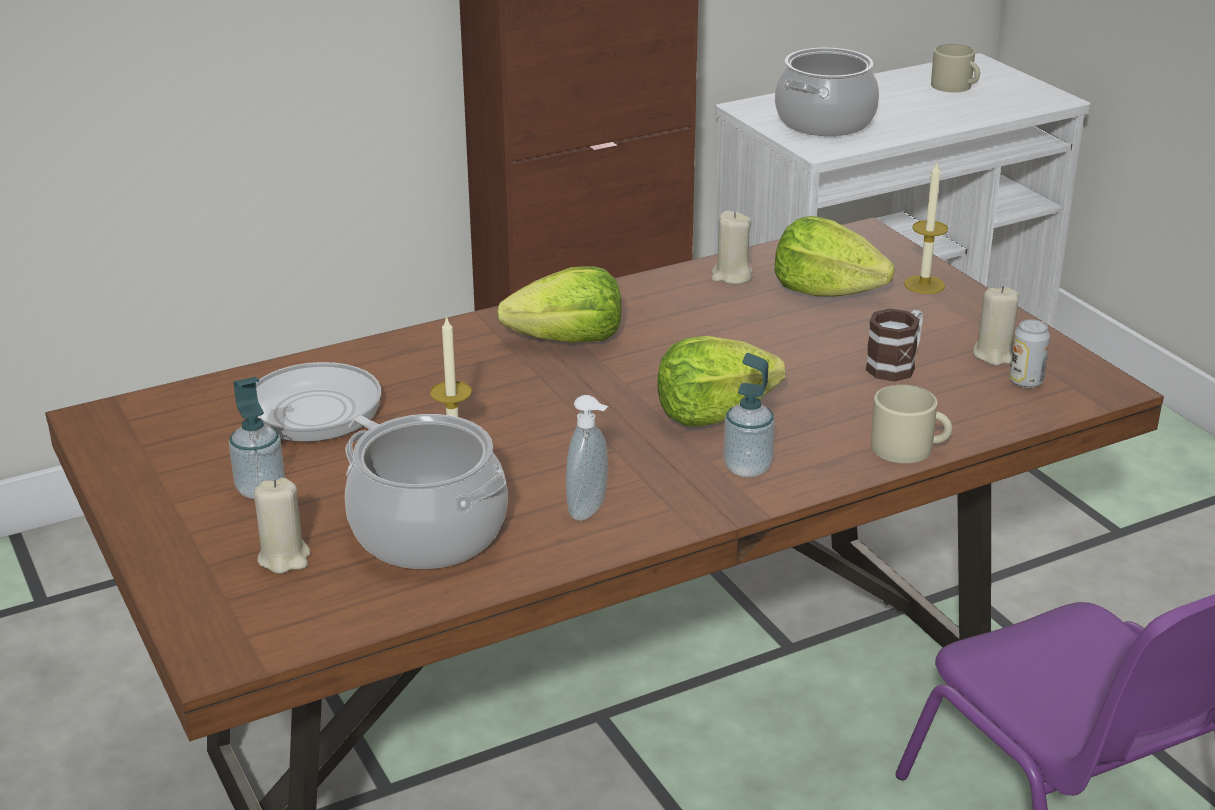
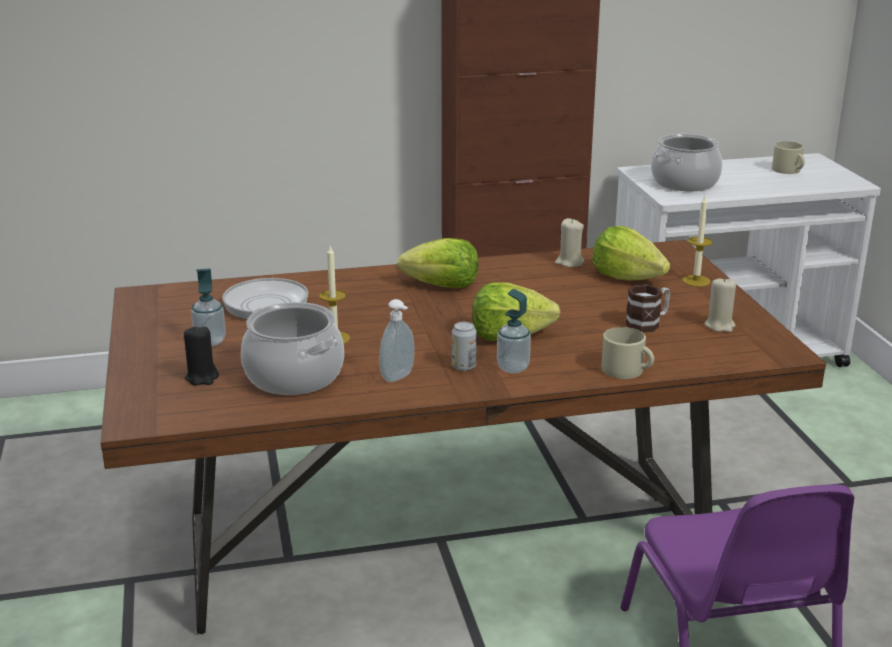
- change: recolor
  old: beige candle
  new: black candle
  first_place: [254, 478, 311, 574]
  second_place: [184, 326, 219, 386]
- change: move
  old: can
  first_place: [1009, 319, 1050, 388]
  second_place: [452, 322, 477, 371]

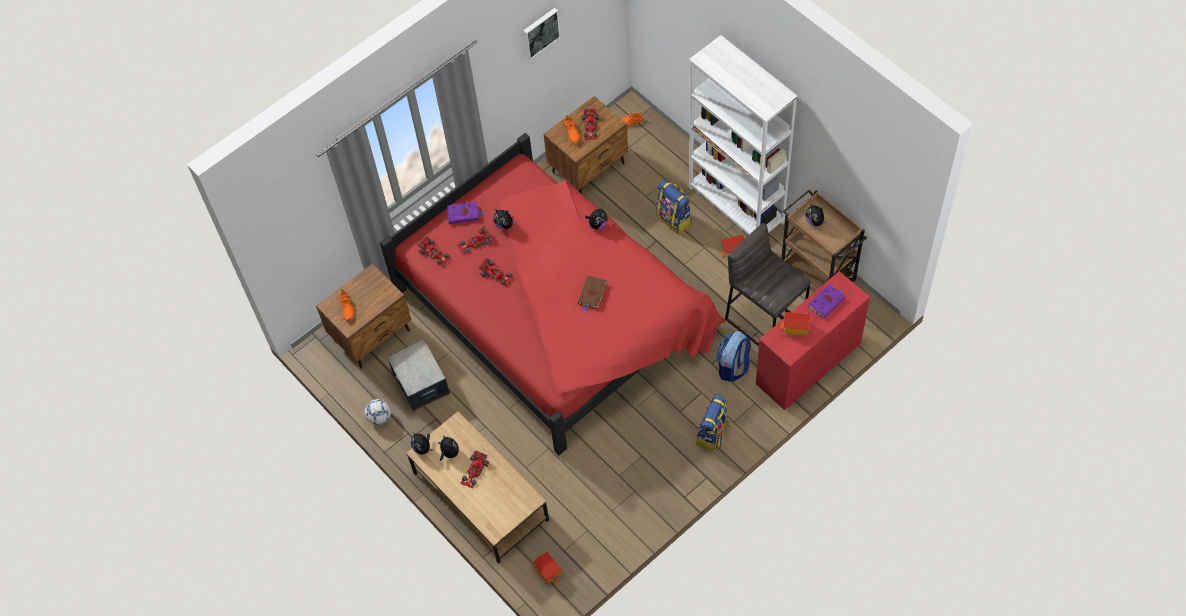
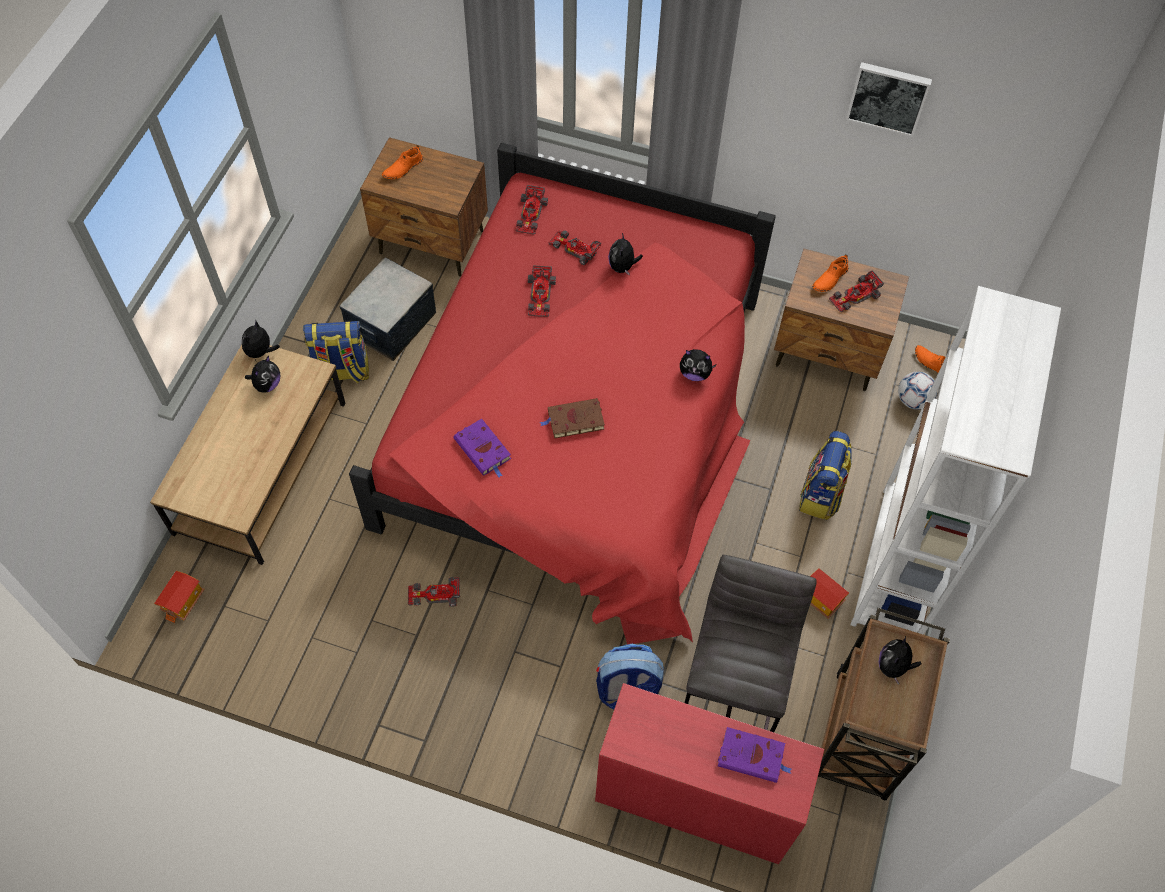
- change: move
  old: backpack
  first_place: [696, 394, 730, 452]
  second_place: [303, 321, 369, 383]
- change: move
  old: toy car
  first_place: [461, 450, 489, 488]
  second_place: [408, 577, 460, 607]
- change: move
  old: purple book
  first_place: [447, 202, 485, 224]
  second_place: [453, 419, 511, 477]
- change: move
  old: football
  first_place: [365, 399, 391, 425]
  second_place: [898, 372, 937, 410]
- change: delete
  old: toy house
  first_place: [780, 312, 810, 336]

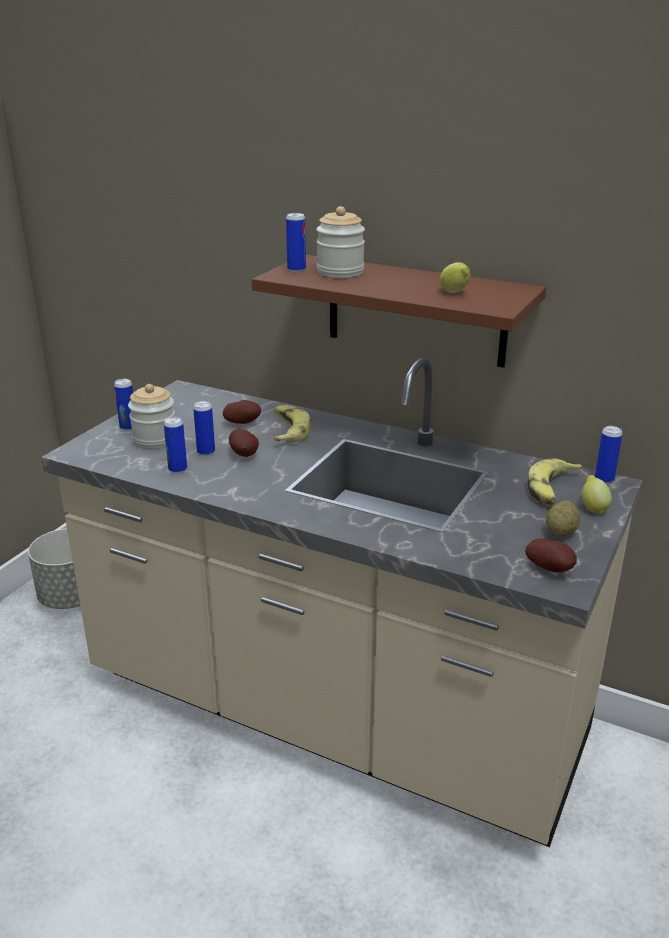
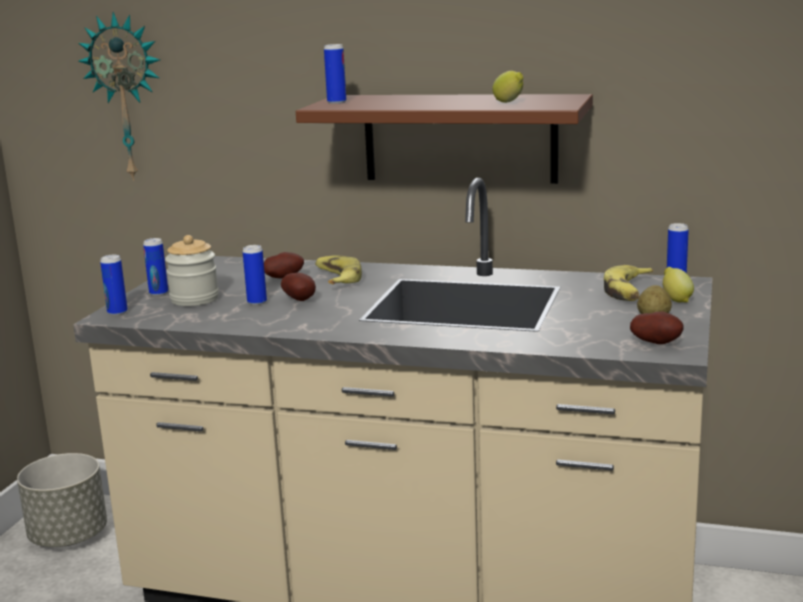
- change: insert
  new: wall clock
  second_place: [78, 12, 160, 181]
- change: move
  old: can
  first_place: [164, 417, 187, 473]
  second_place: [100, 255, 128, 316]
- change: delete
  old: jar
  first_place: [316, 206, 365, 278]

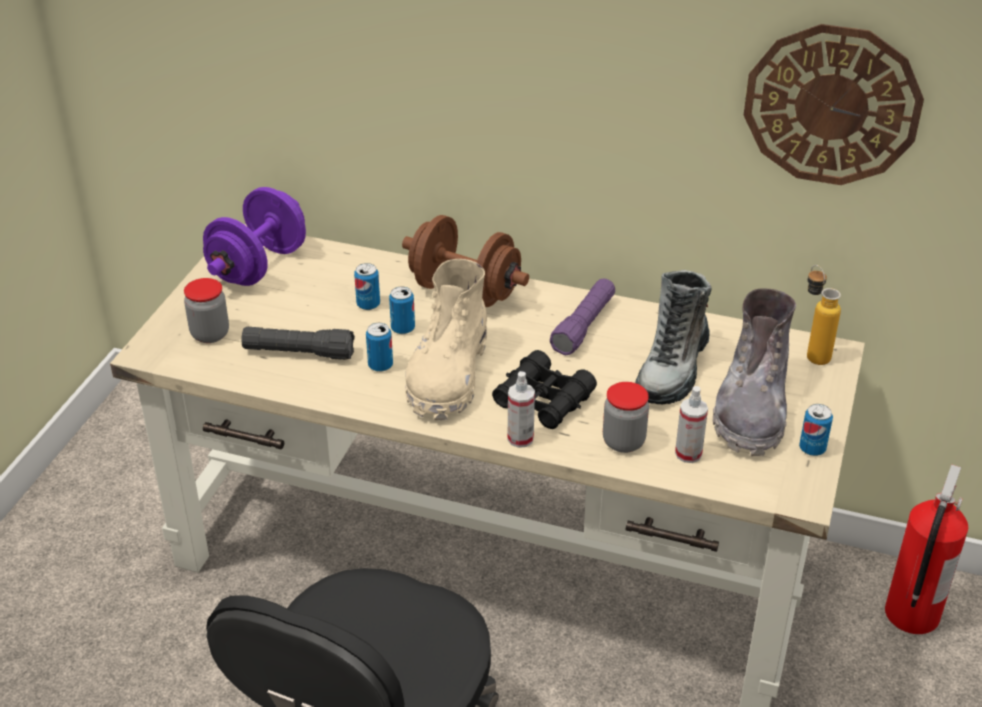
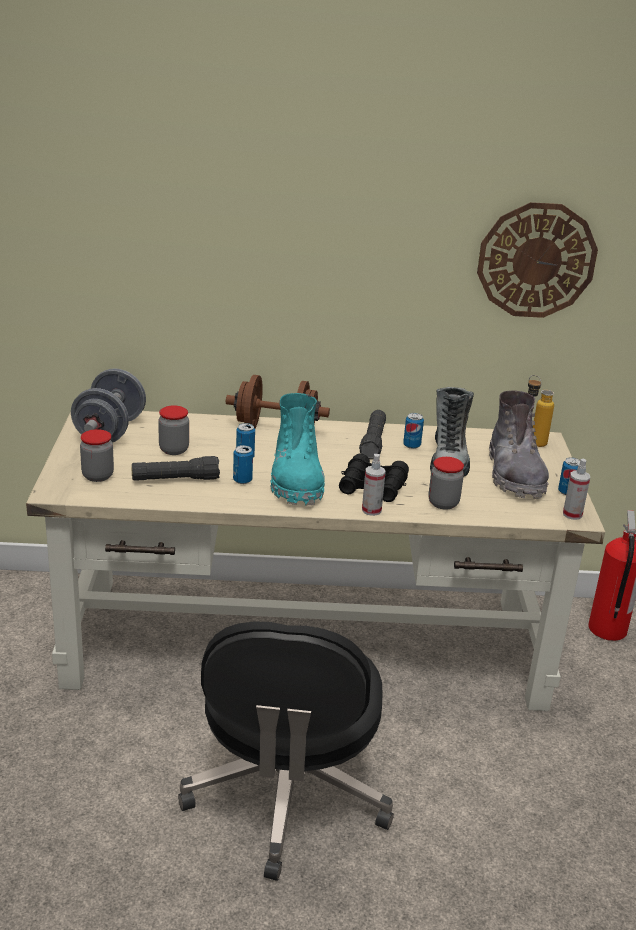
- change: recolor
  old: purple dumbbell
  new: grey dumbbell
  first_place: [203, 187, 306, 286]
  second_place: [71, 368, 146, 443]
- change: insert
  new: jar
  second_place: [158, 405, 189, 455]
- change: recolor
  old: beige boot
  new: turquoise boot
  first_place: [405, 259, 487, 420]
  second_place: [270, 393, 325, 506]
- change: recolor
  old: purple flashlight
  new: black flashlight
  first_place: [550, 279, 615, 355]
  second_place: [359, 410, 386, 460]
- change: move
  old: can
  first_place: [354, 263, 380, 310]
  second_place: [403, 413, 424, 449]
- change: move
  old: spray bottle
  first_place: [675, 386, 708, 463]
  second_place: [563, 459, 590, 520]

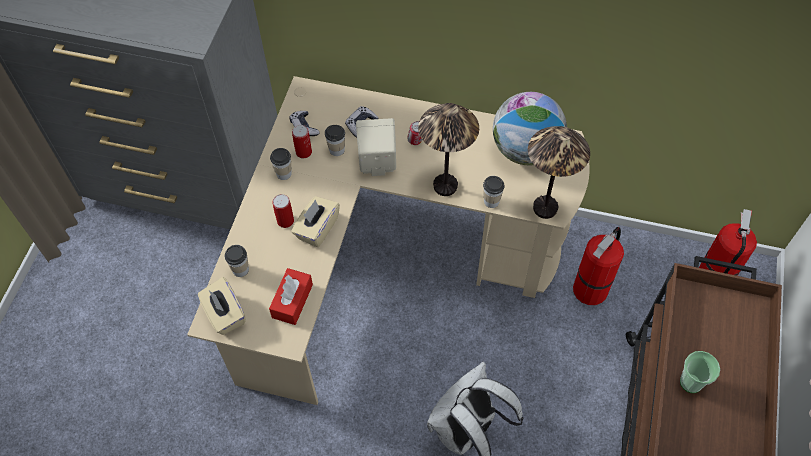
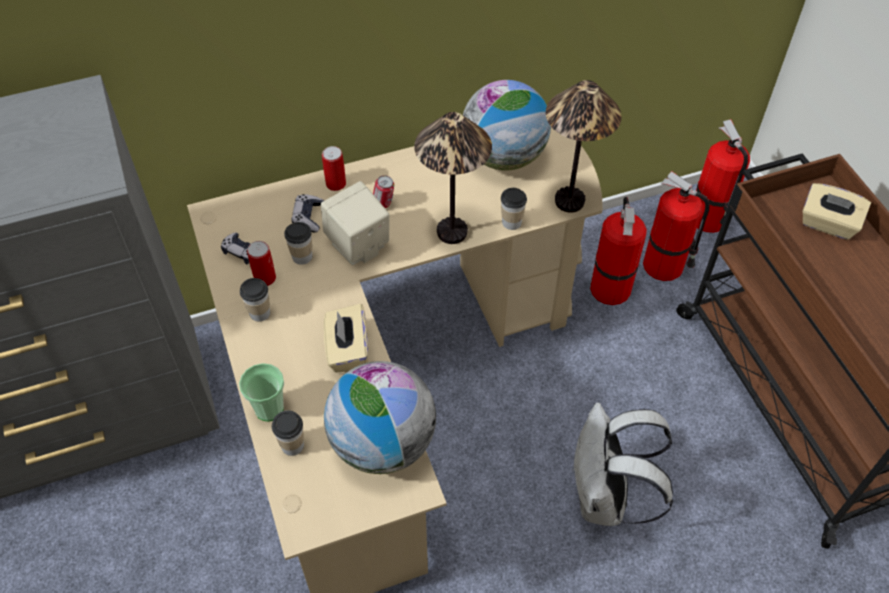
- change: move
  old: cup
  first_place: [680, 351, 720, 393]
  second_place: [239, 363, 284, 422]
- change: move
  old: can
  first_place: [272, 194, 294, 228]
  second_place: [322, 146, 346, 191]
- change: replace
  old: red tissue box
  new: globe
  first_place: [269, 268, 313, 325]
  second_place: [324, 361, 436, 474]
- change: insert
  new: fire extinguisher
  second_place: [643, 171, 709, 281]
- change: move
  old: beige tissue box
  first_place: [198, 277, 246, 335]
  second_place: [803, 183, 871, 240]

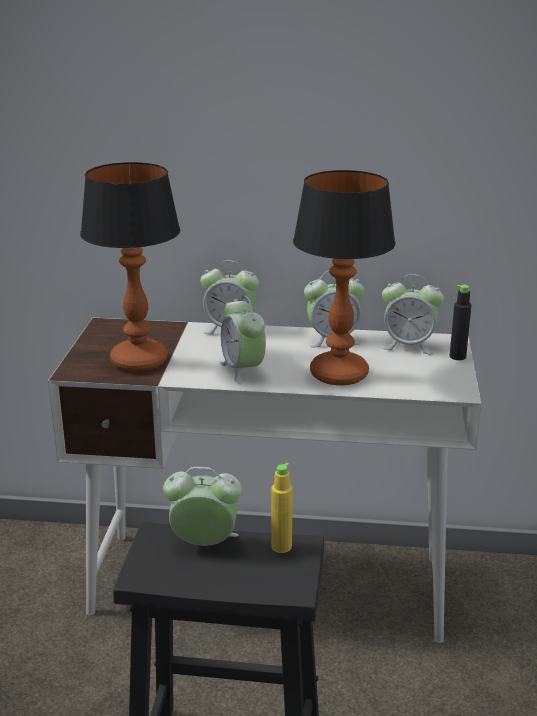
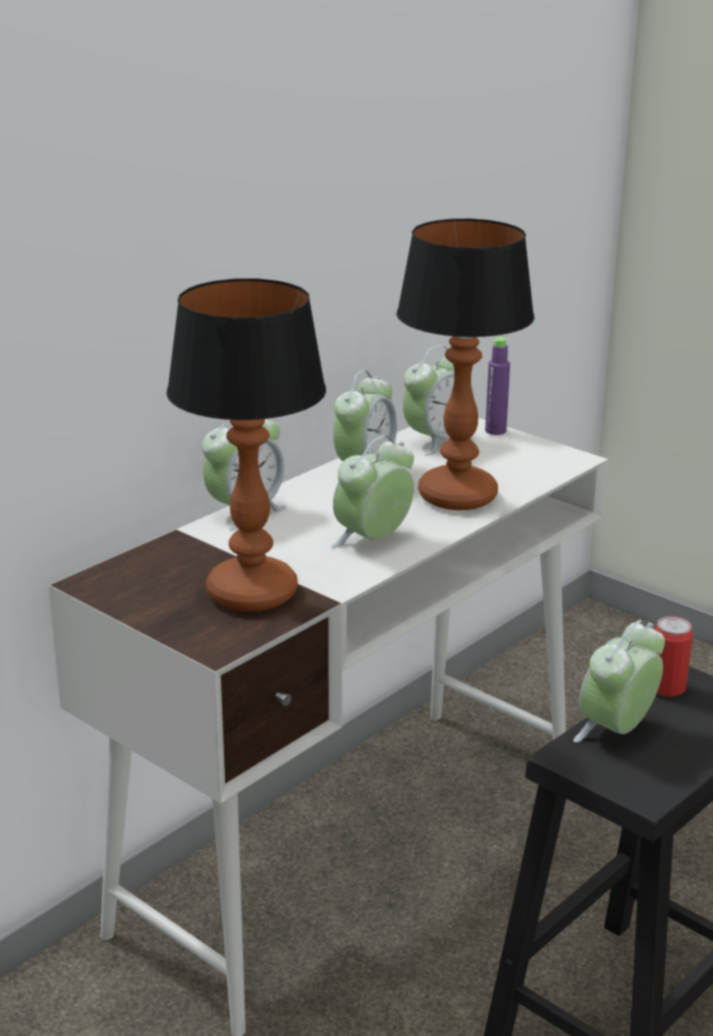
- change: rotate
  old: alarm clock
  first_place: [220, 295, 266, 384]
  second_place: [331, 435, 414, 548]
  degrees: 120
- change: recolor
  old: black bottle
  new: purple bottle
  first_place: [450, 285, 471, 360]
  second_place: [485, 337, 510, 435]
- change: replace
  old: yellow bottle
  new: can
  first_place: [271, 463, 293, 553]
  second_place: [654, 616, 693, 697]

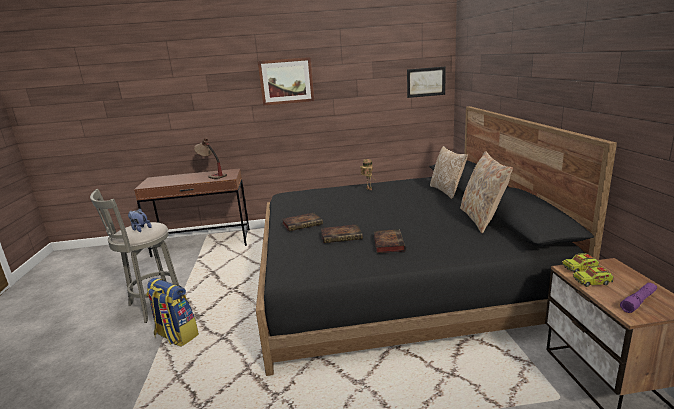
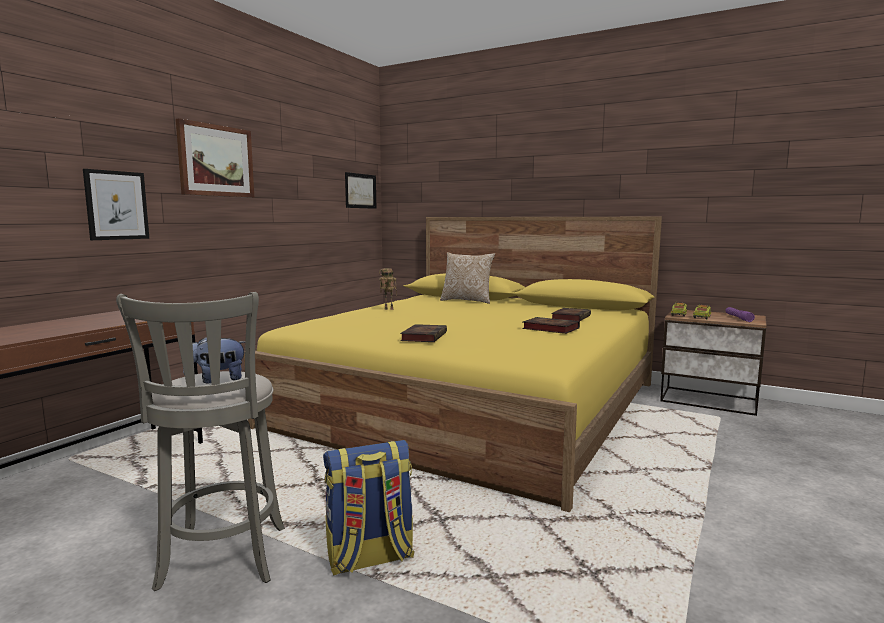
- change: insert
  new: picture
  second_place: [83, 169, 149, 240]
- change: recolor
  old: black bed
  new: yellow bed
  first_place: [256, 106, 617, 376]
  second_place: [244, 217, 662, 512]
- change: move
  old: book
  first_place: [321, 224, 363, 243]
  second_place: [551, 308, 591, 321]
- change: delete
  old: table lamp
  first_place: [194, 139, 227, 179]
- change: delete
  old: beige pillow
  first_place: [460, 151, 513, 233]

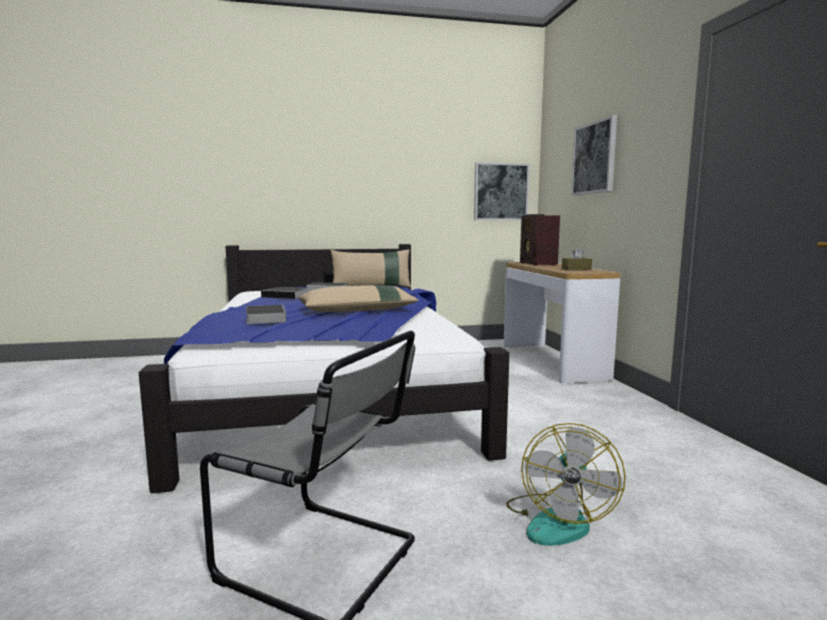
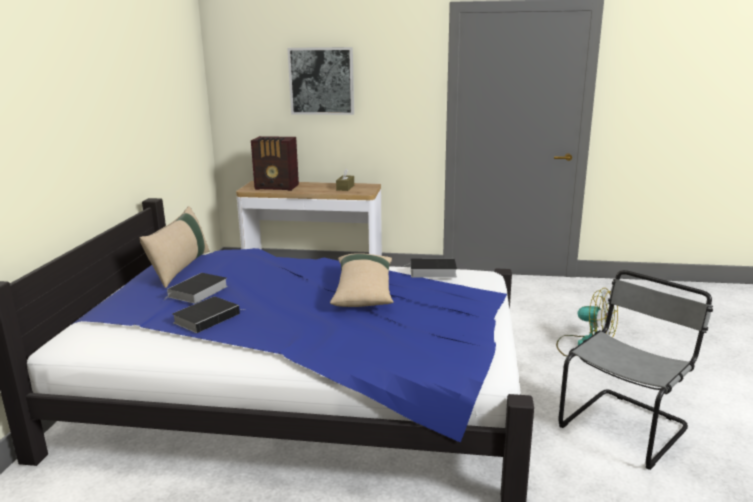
- change: move
  old: book
  first_place: [246, 305, 286, 324]
  second_place: [404, 258, 457, 278]
- change: delete
  old: picture
  first_place: [474, 162, 530, 220]

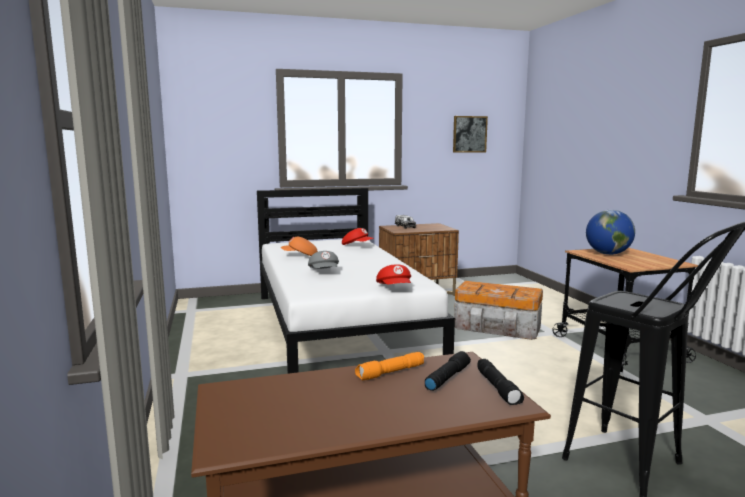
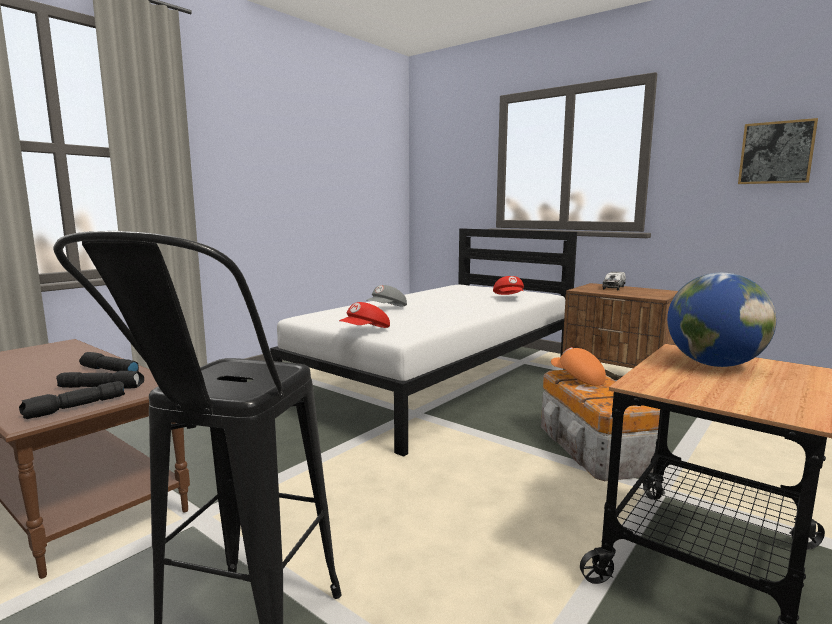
- change: recolor
  old: orange flashlight
  new: black flashlight
  first_place: [355, 352, 424, 380]
  second_place: [79, 352, 139, 371]
- change: move
  old: orange cap
  first_place: [281, 237, 318, 256]
  second_place: [551, 347, 606, 386]

